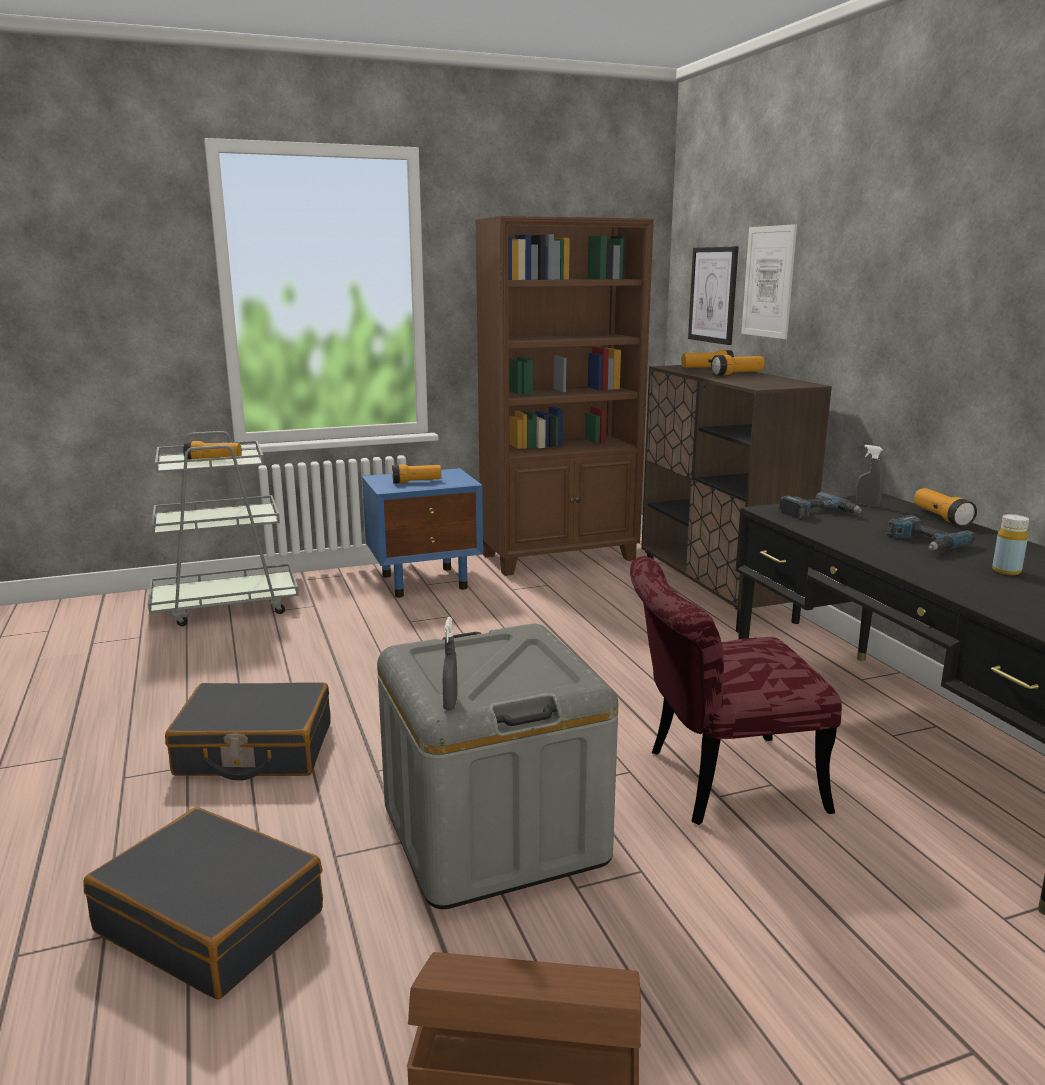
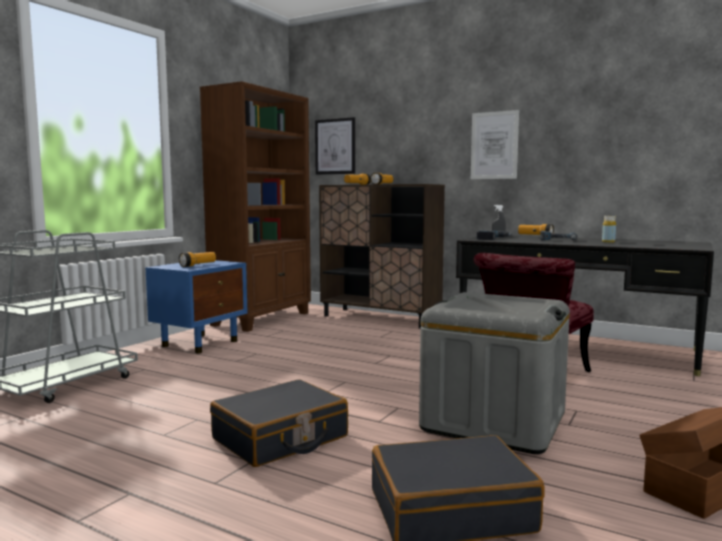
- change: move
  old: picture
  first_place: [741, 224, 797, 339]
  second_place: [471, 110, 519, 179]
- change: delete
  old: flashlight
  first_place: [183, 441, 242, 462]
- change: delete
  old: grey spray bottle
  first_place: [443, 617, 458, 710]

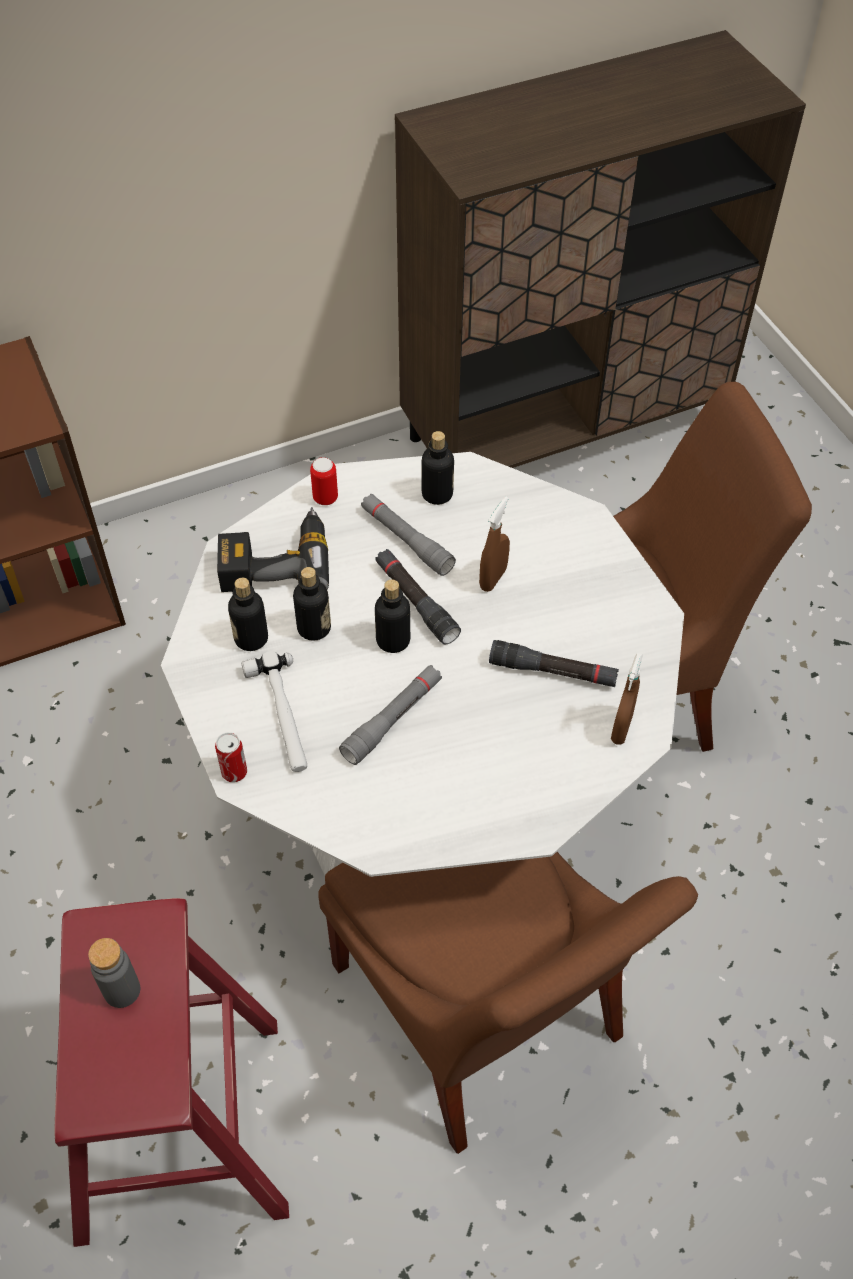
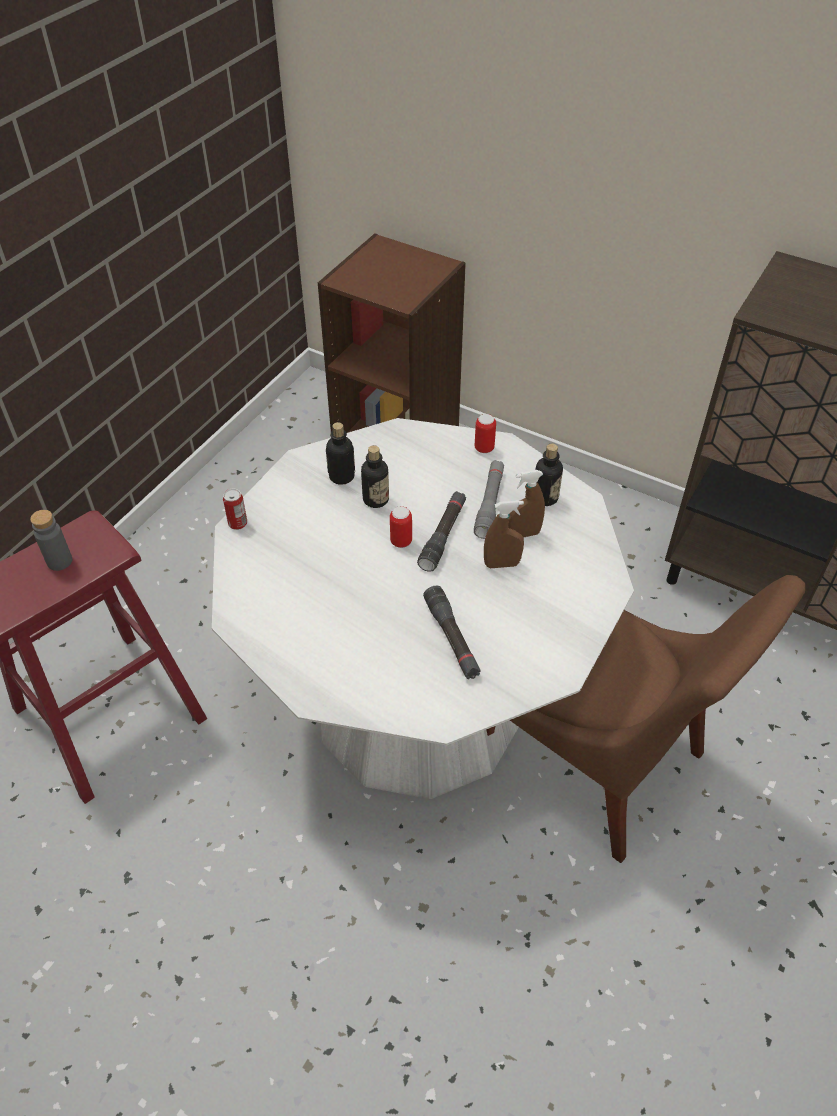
- change: replace
  old: bottle
  new: can
  first_place: [375, 579, 410, 653]
  second_place: [390, 506, 412, 548]
- change: move
  old: brown spray bottle
  first_place: [611, 653, 643, 745]
  second_place: [508, 470, 545, 538]
- change: delete
  old: power drill
  first_place: [217, 507, 329, 592]
- change: delete
  old: hammer
  first_place: [241, 651, 307, 772]
- change: delete
  old: brown chair
  first_place: [318, 852, 698, 1154]
- change: delete
  old: grey flashlight
  first_place: [339, 665, 442, 765]

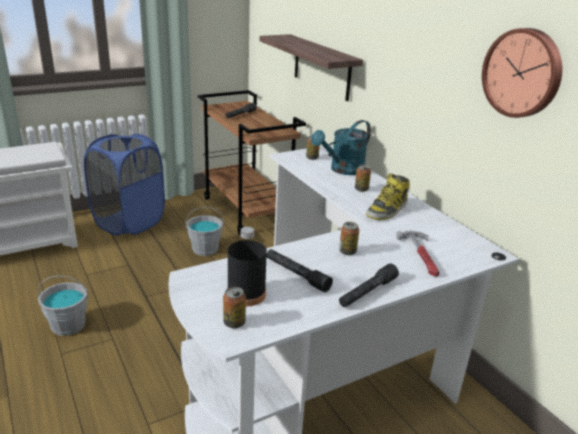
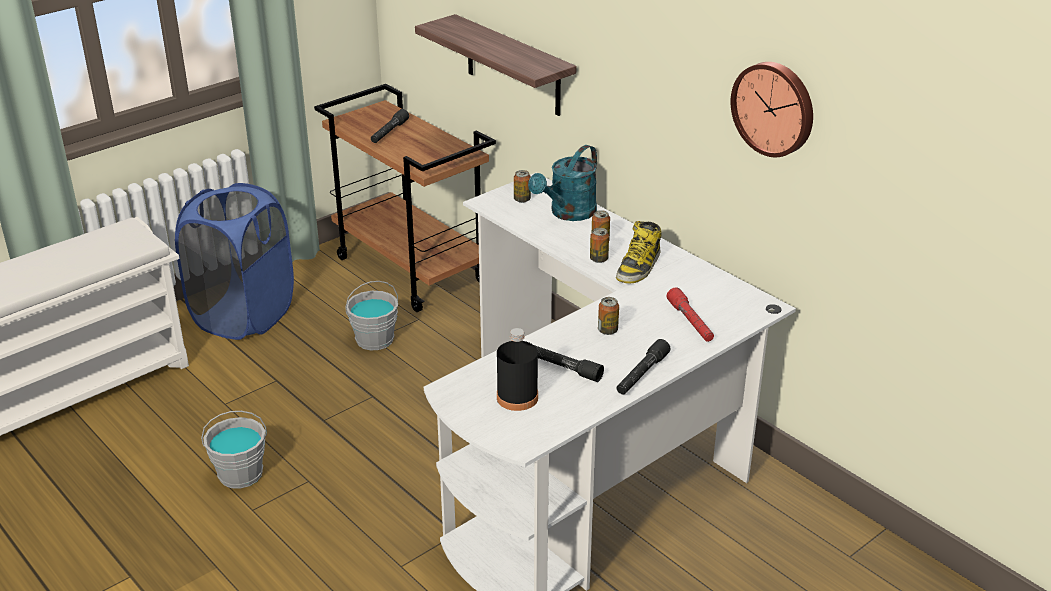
- change: move
  old: can
  first_place: [223, 287, 246, 328]
  second_place: [590, 228, 609, 263]
- change: replace
  old: hammer
  new: red flashlight
  first_place: [396, 231, 439, 277]
  second_place: [667, 287, 714, 342]

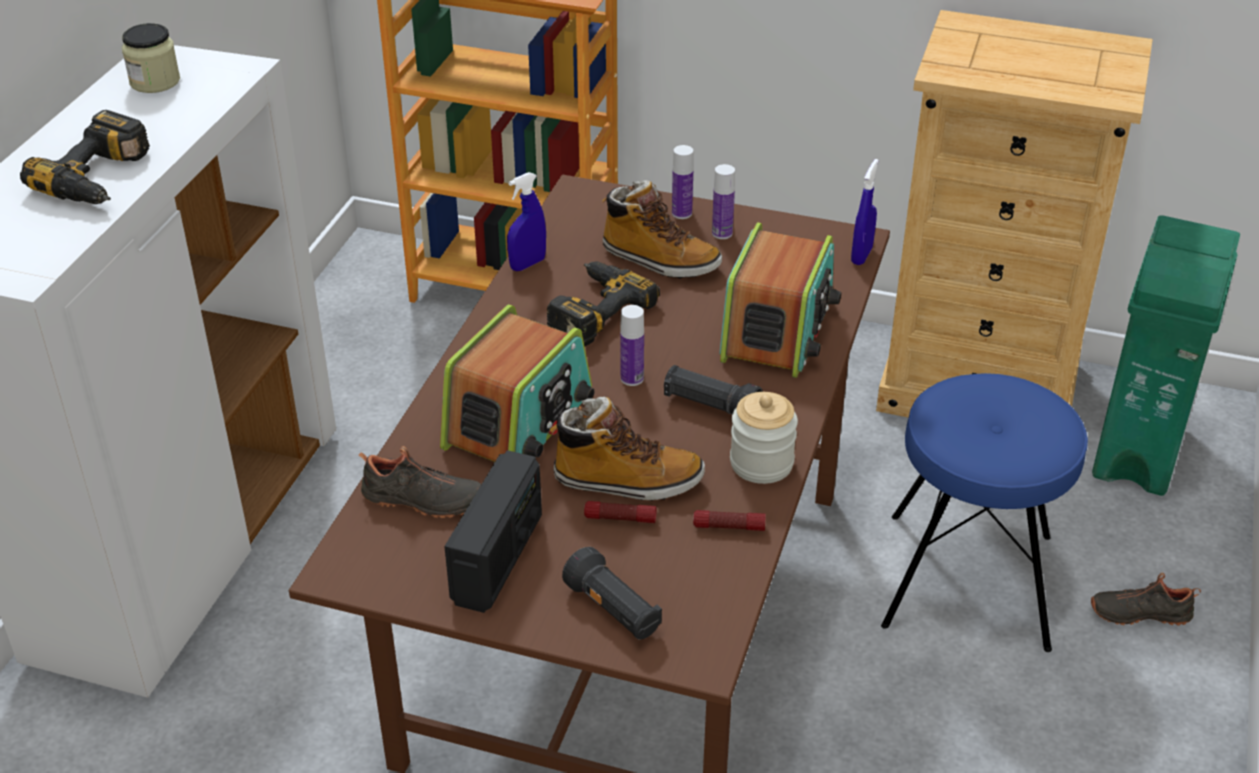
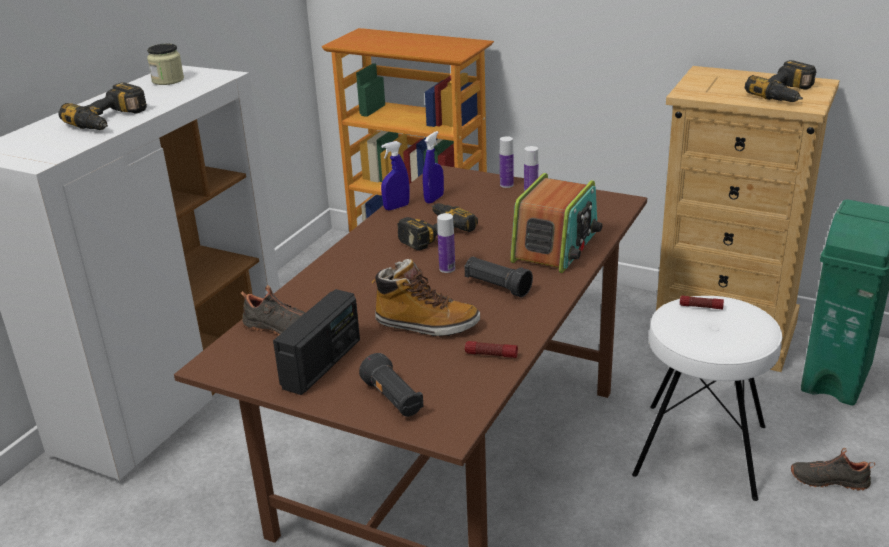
- change: move
  old: blue spray bottle
  first_place: [851, 159, 879, 265]
  second_place: [423, 131, 444, 204]
- change: recolor
  old: blue stool
  new: white stool
  first_place: [881, 373, 1088, 652]
  second_place: [632, 296, 782, 501]
- change: move
  old: flashlight
  first_place: [584, 501, 657, 523]
  second_place: [680, 296, 724, 309]
- change: insert
  new: power drill
  second_place: [745, 60, 816, 102]
- change: delete
  old: radio
  first_place: [440, 304, 594, 462]
- change: delete
  old: boot
  first_place: [602, 180, 722, 279]
- change: delete
  old: jar
  first_place: [730, 392, 798, 484]

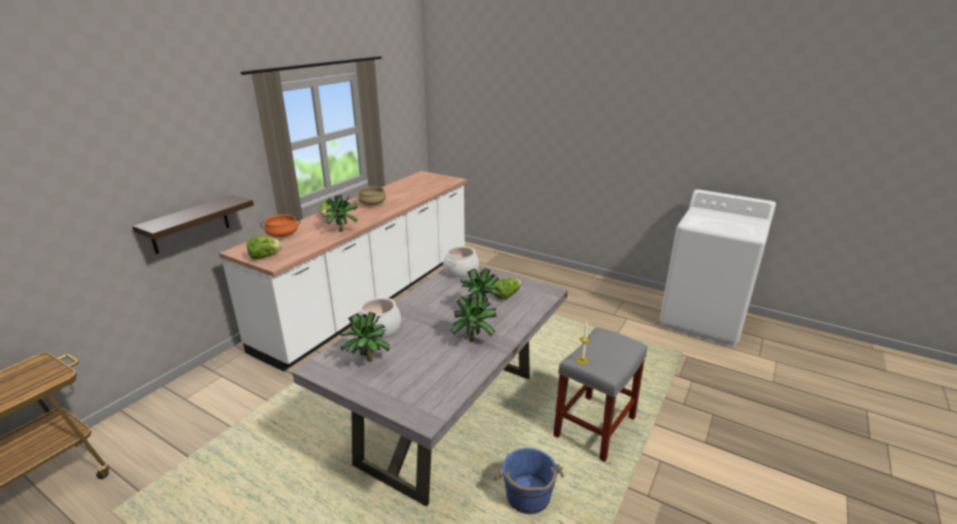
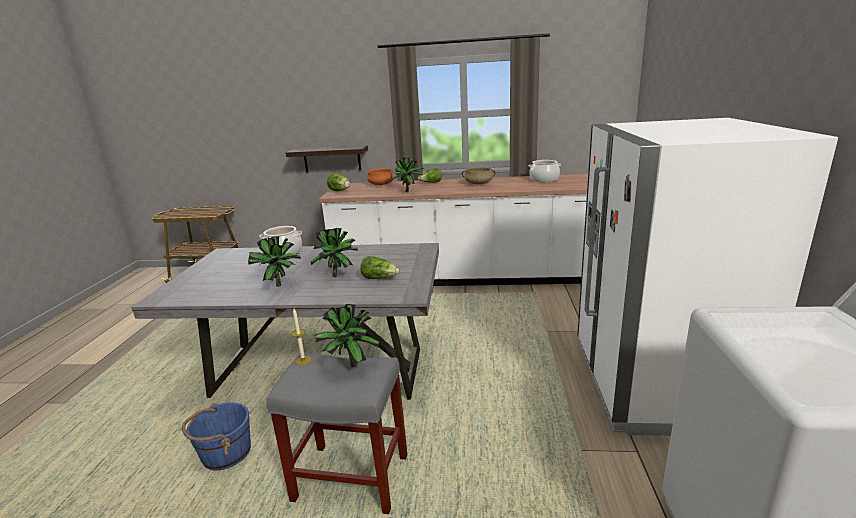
- change: move
  old: potted plant
  first_place: [339, 312, 390, 362]
  second_place: [314, 304, 380, 367]
- change: move
  old: cooking pot
  first_place: [443, 246, 479, 278]
  second_place: [529, 160, 561, 182]
- change: insert
  new: white fridge
  second_place: [577, 118, 838, 435]

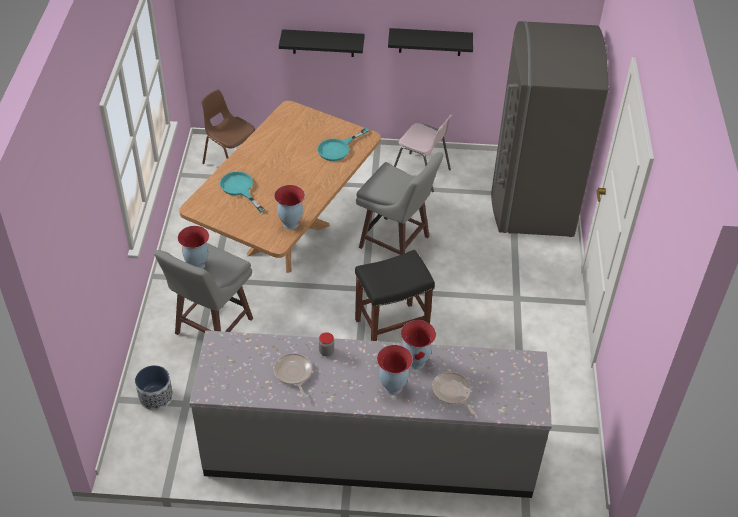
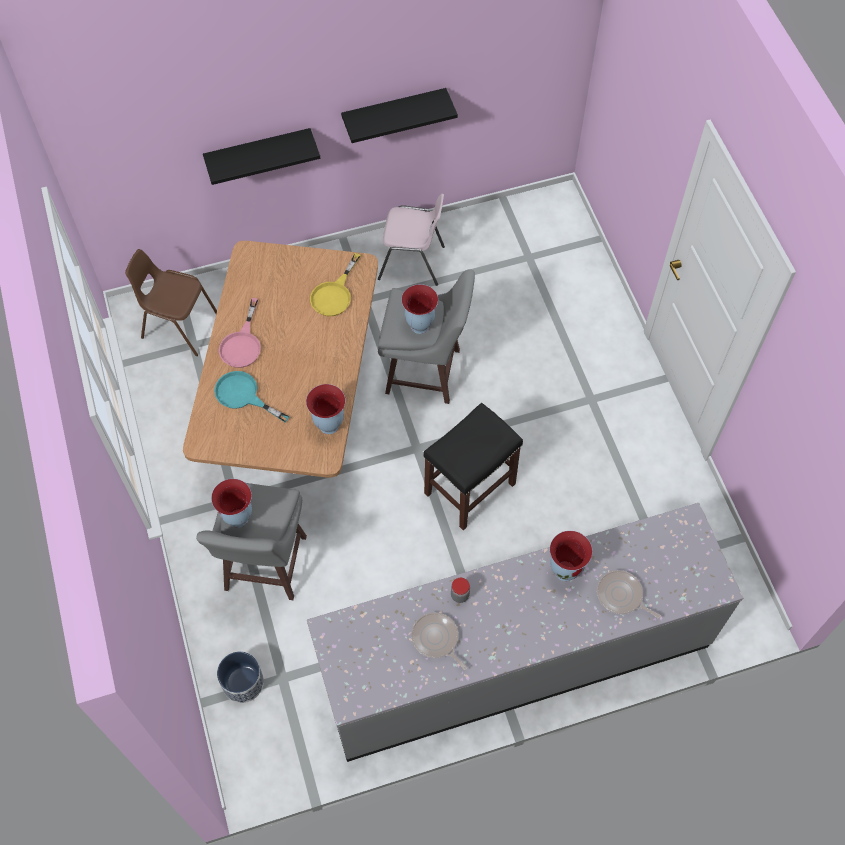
- change: insert
  new: pink frying pan
  second_place: [219, 298, 261, 368]
- change: recolor
  old: turquoise frying pan
  new: yellow frying pan
  first_place: [317, 128, 369, 161]
  second_place: [310, 253, 361, 316]
- change: move
  old: vase
  first_place: [377, 345, 413, 395]
  second_place: [401, 284, 438, 334]
- change: delete
  old: grey fridge
  first_place: [491, 21, 608, 237]

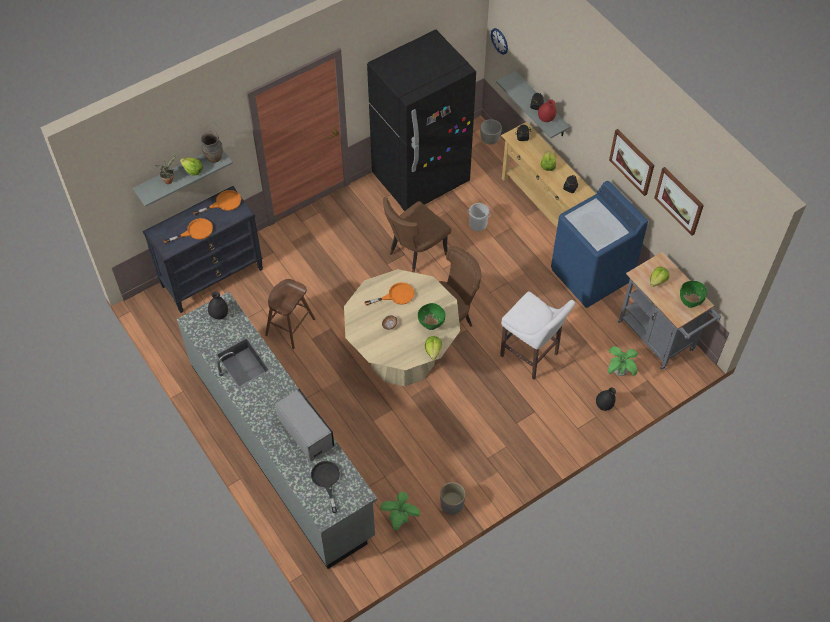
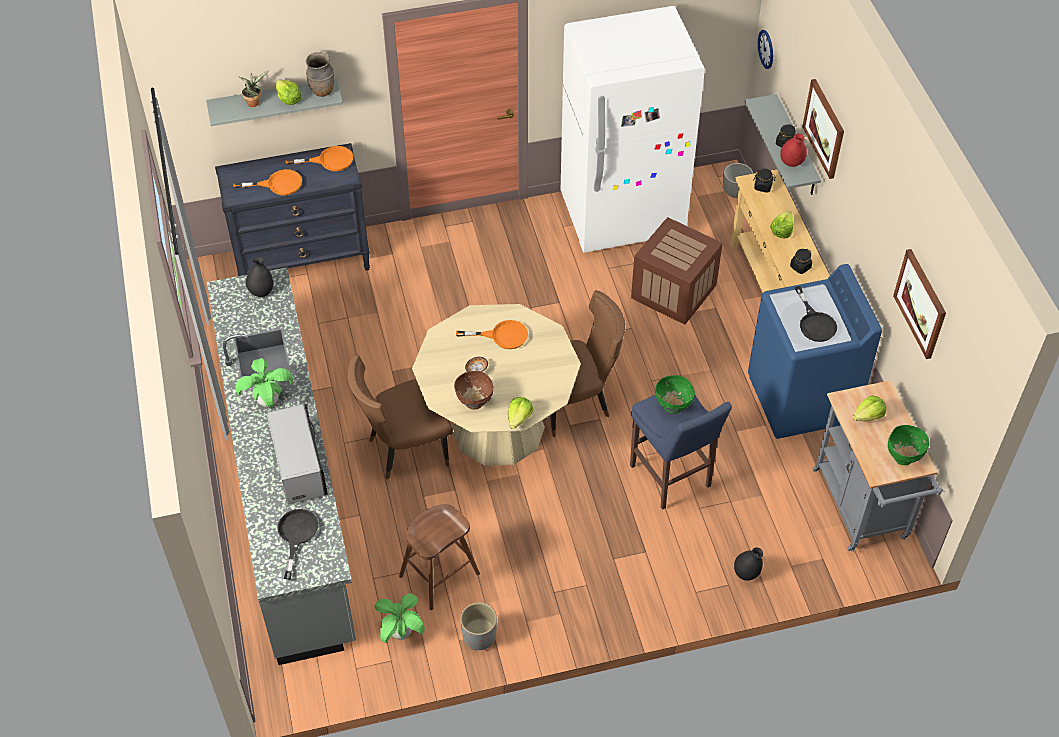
- change: move
  old: potted plant
  first_place: [608, 346, 638, 376]
  second_place: [236, 358, 293, 408]
- change: move
  old: brown chair
  first_place: [383, 197, 451, 273]
  second_place: [348, 355, 453, 480]
- change: move
  old: brown stool
  first_place: [265, 279, 315, 349]
  second_place: [399, 504, 480, 610]
- change: insert
  new: brown bowl
  second_place: [454, 371, 494, 409]
- change: recolor
  old: black fridge
  new: white fridge
  first_place: [367, 30, 476, 211]
  second_place: [561, 6, 705, 253]
- change: recolor
  old: white stool
  new: blue stool
  first_place: [500, 291, 575, 380]
  second_place: [630, 394, 732, 510]
- change: replace
  old: bucket
  new: crate
  first_place: [468, 203, 490, 231]
  second_place: [631, 217, 723, 325]
- change: move
  old: green bowl
  first_place: [418, 303, 445, 330]
  second_place: [655, 375, 695, 414]
- change: insert
  new: black frying pan
  second_place: [795, 286, 837, 342]
- change: move
  old: picture
  first_place: [609, 129, 654, 196]
  second_place: [802, 79, 844, 179]

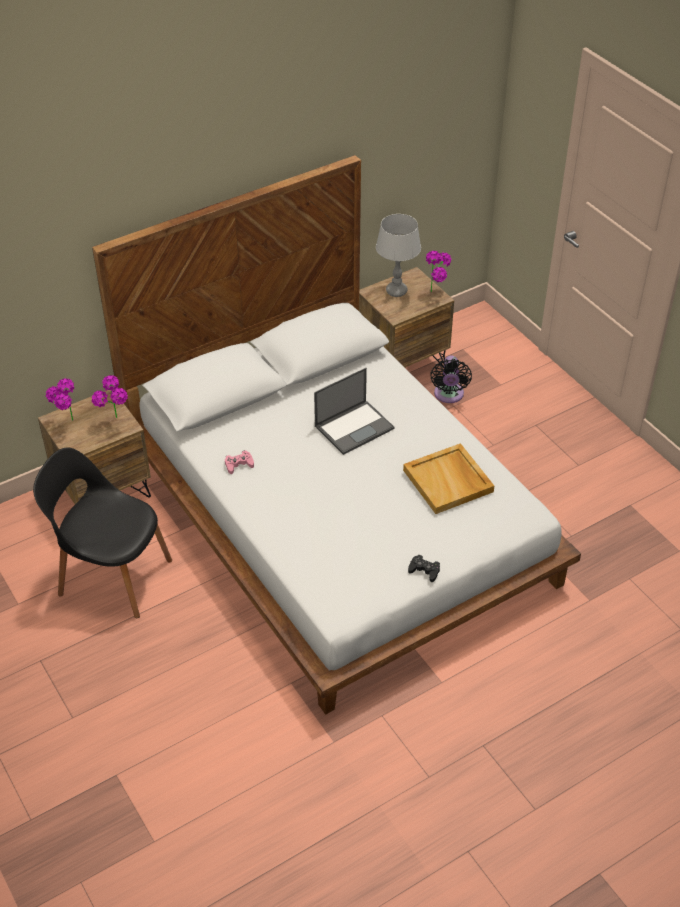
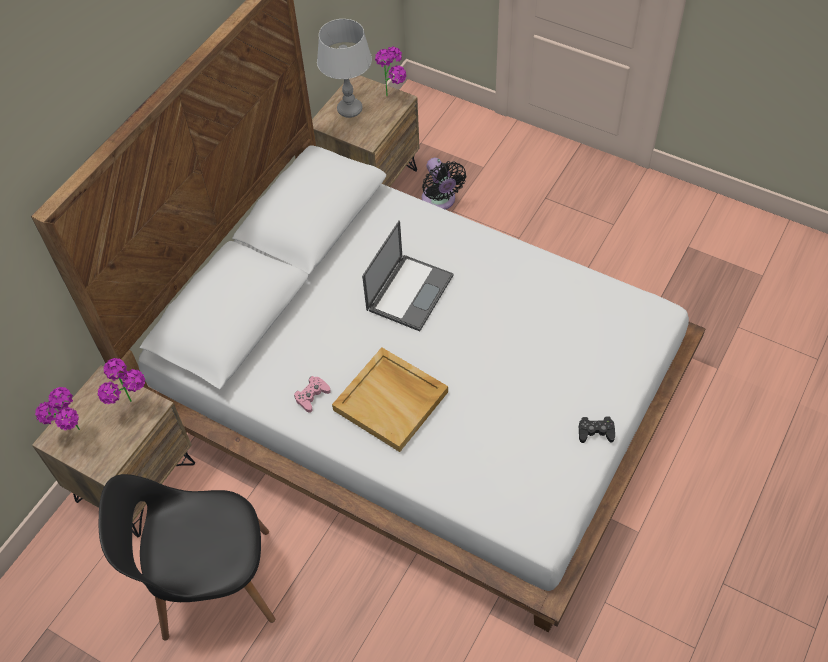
- change: move
  old: beige tray
  first_place: [403, 443, 494, 514]
  second_place: [332, 348, 448, 452]

